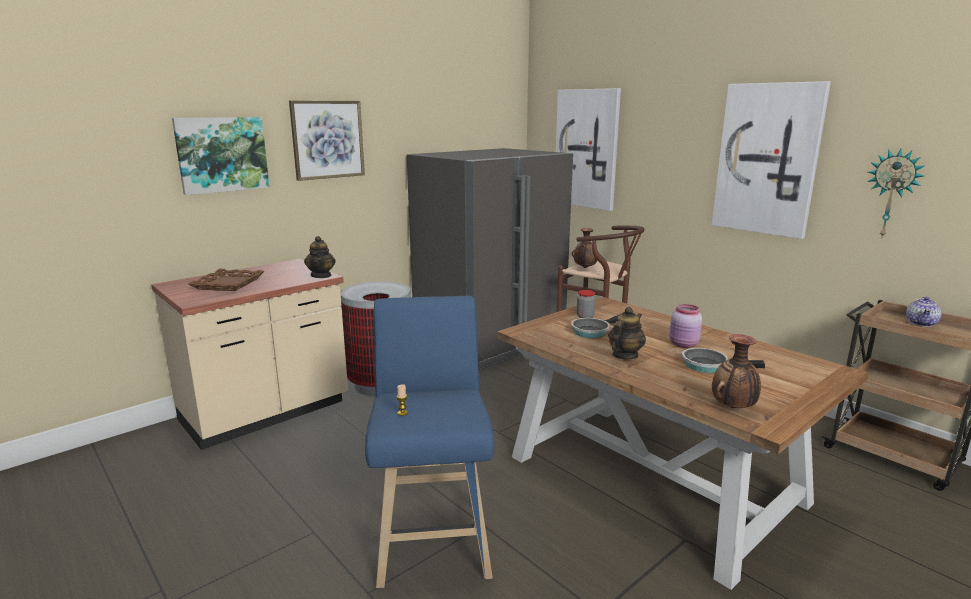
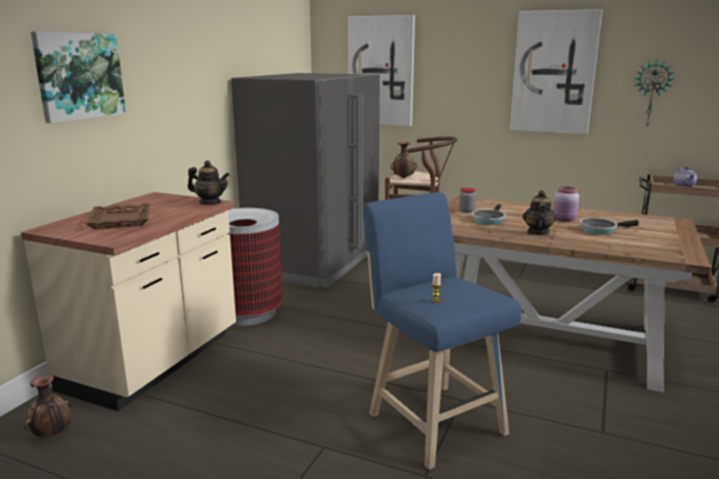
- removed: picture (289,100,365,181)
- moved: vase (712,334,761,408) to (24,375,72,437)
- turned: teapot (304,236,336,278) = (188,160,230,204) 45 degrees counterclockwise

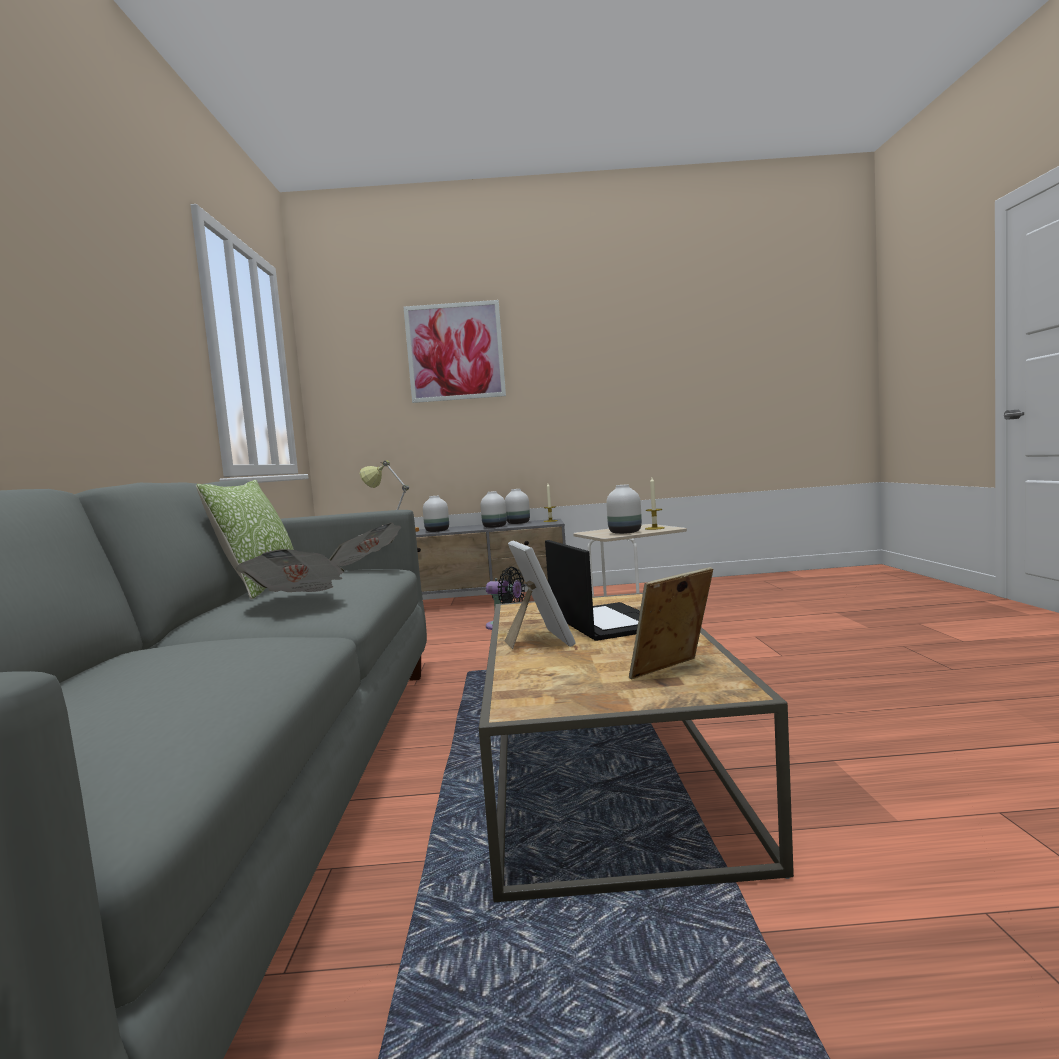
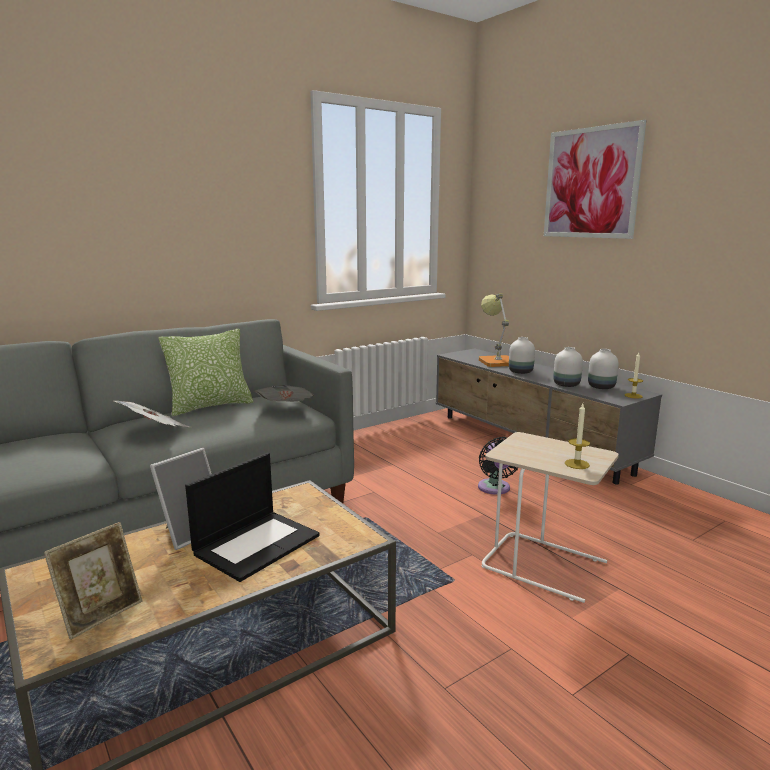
- removed: white vase (606,484,642,534)
- turned: picture frame (629,567,713,680) = (44,522,143,640) 105 degrees clockwise

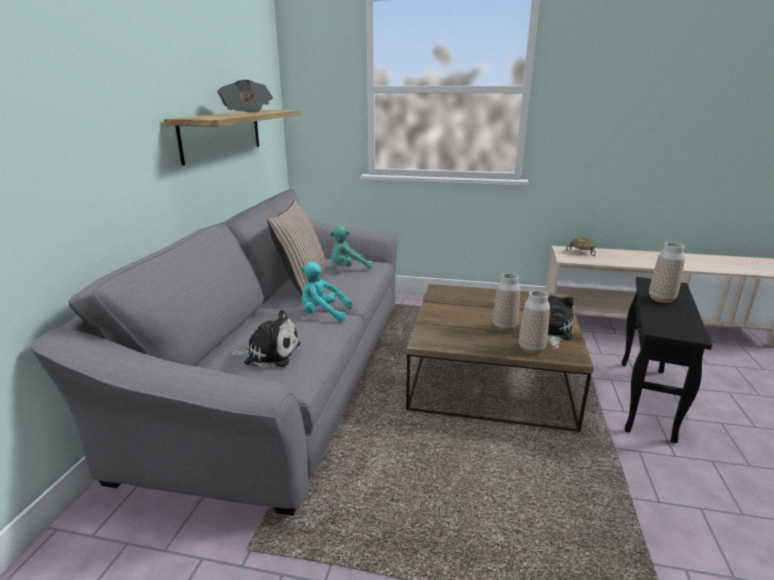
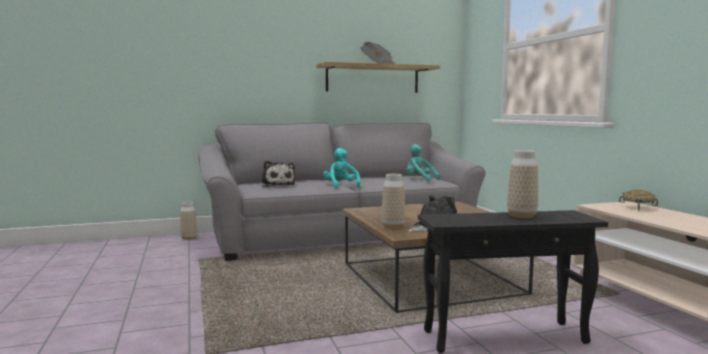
- removed: pillow (267,199,327,296)
- moved: vase (493,273,520,332) to (180,202,197,240)

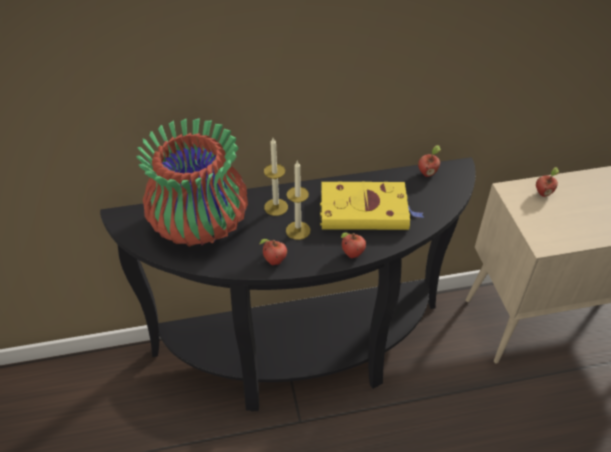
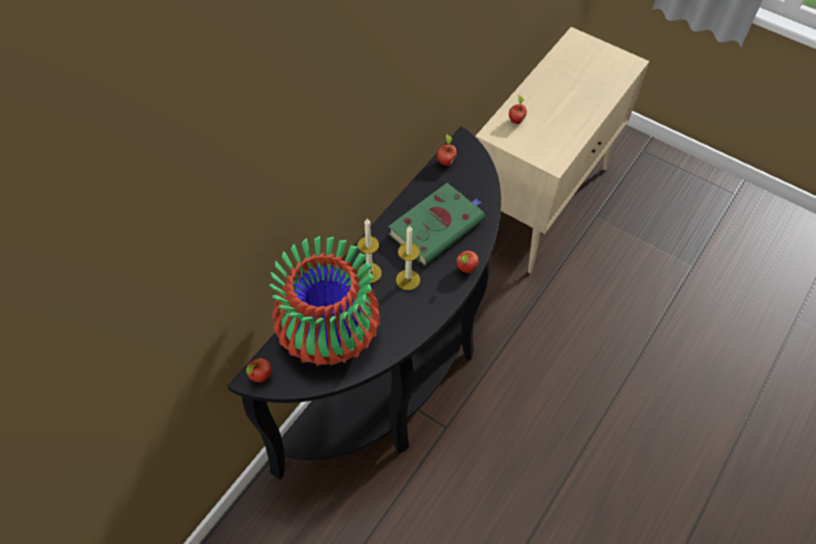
- moved: apple (260,239,287,265) to (246,358,272,382)
- recoloured: yellow book (320,182,424,230) to green book (388,183,485,266)

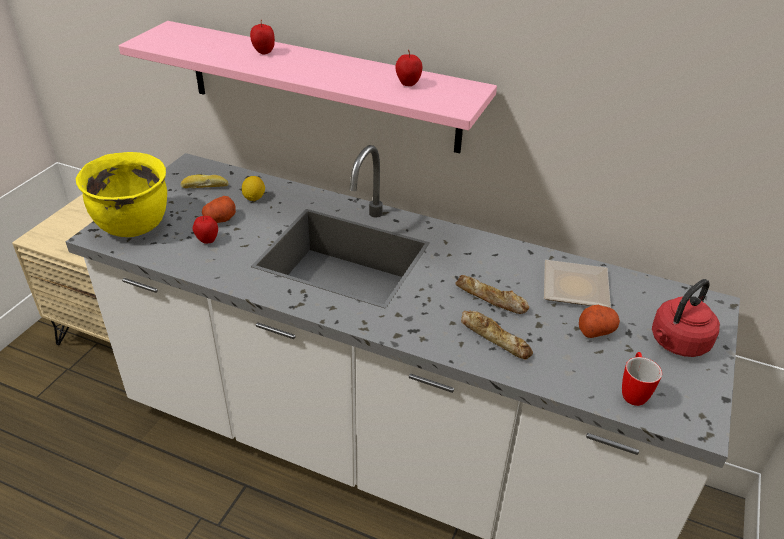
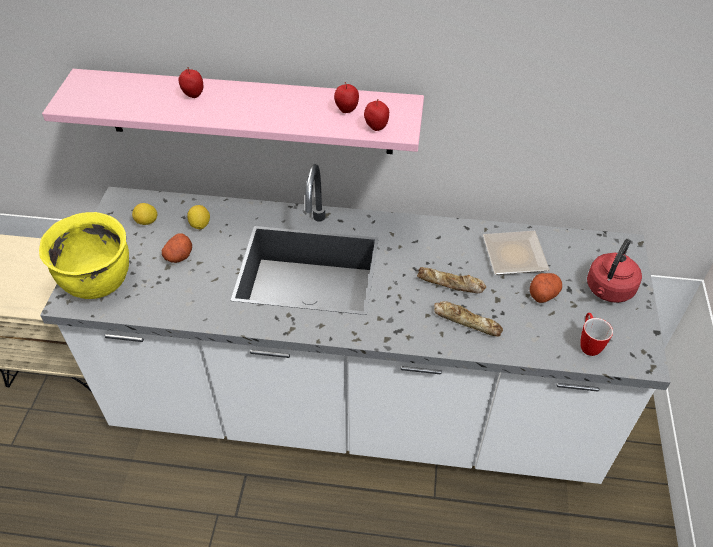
- moved: apple (193,214,218,244) to (364,99,389,131)
- replaced: bread (180,174,229,188) to lemon (132,203,158,225)

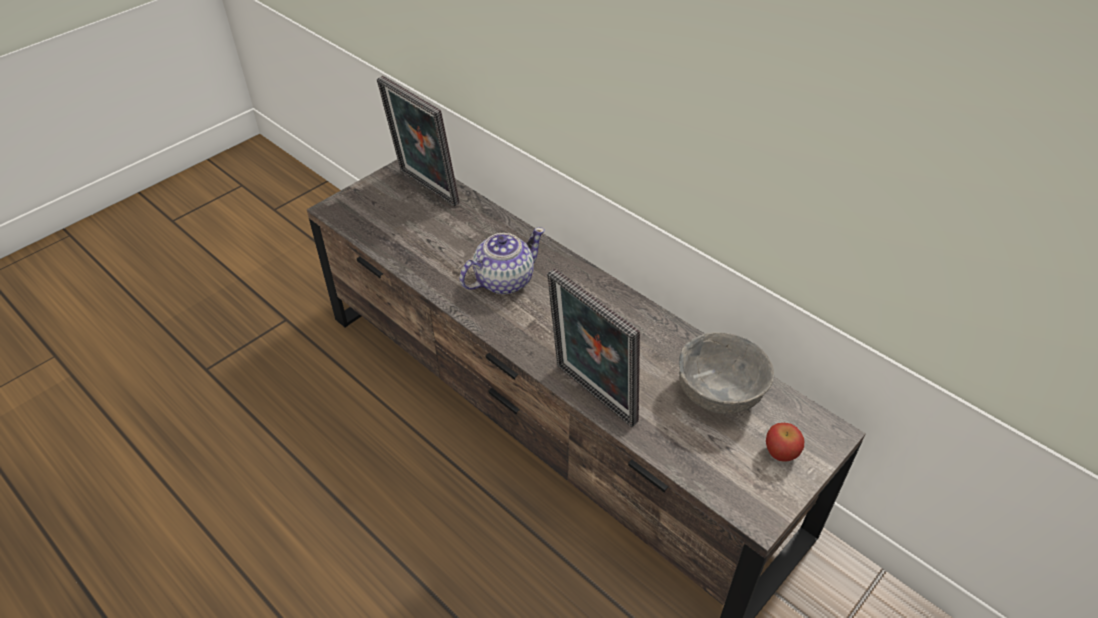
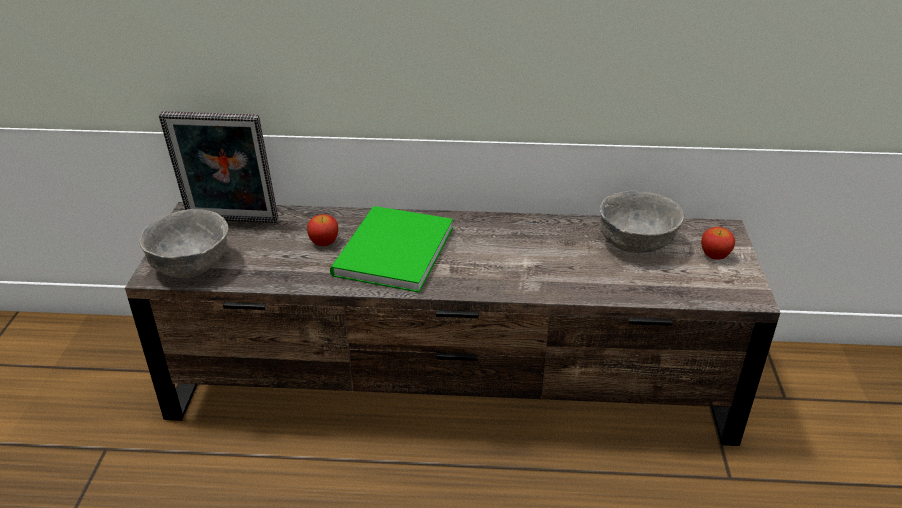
- removed: picture frame (547,268,640,427)
- added: grey bowl (139,209,229,278)
- added: apple (307,214,338,246)
- replaced: teapot (460,227,545,294) to green book (330,206,453,293)

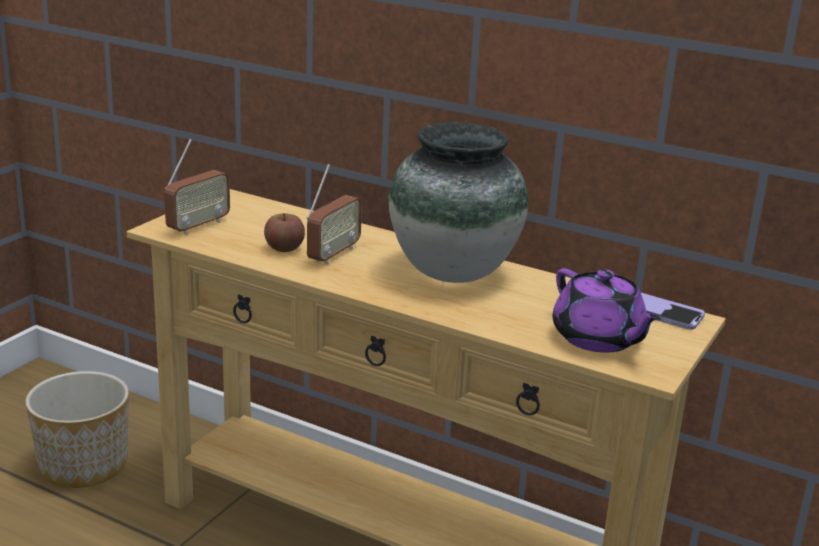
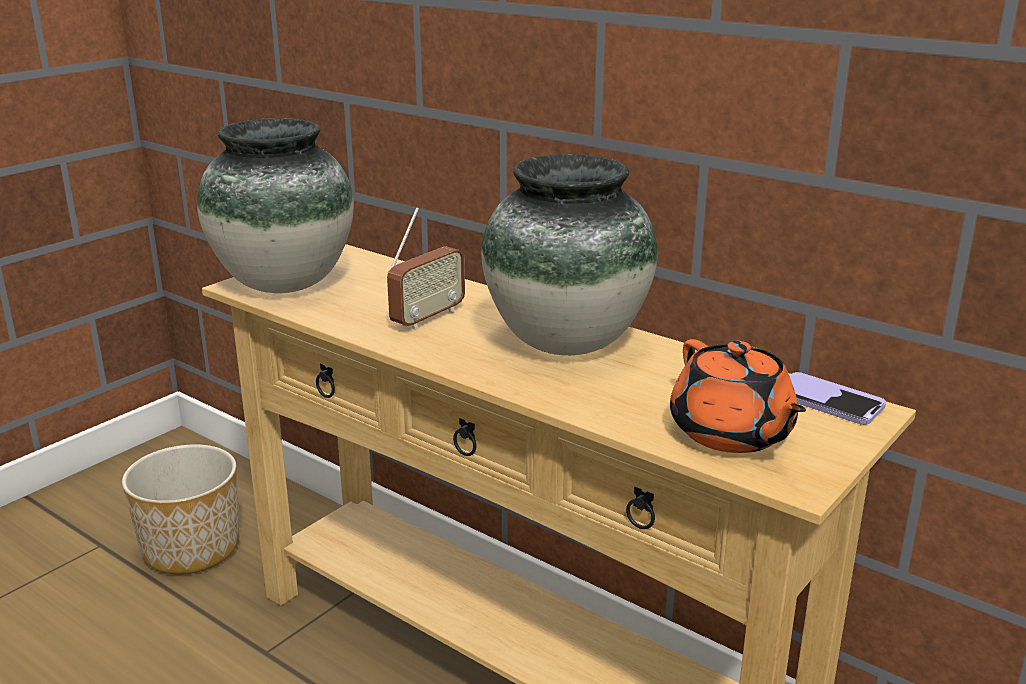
- removed: apple (264,213,305,252)
- replaced: radio (164,139,230,235) to vase (197,118,354,293)
- recoloured: purple teapot (552,268,661,353) to orange teapot (670,339,806,453)

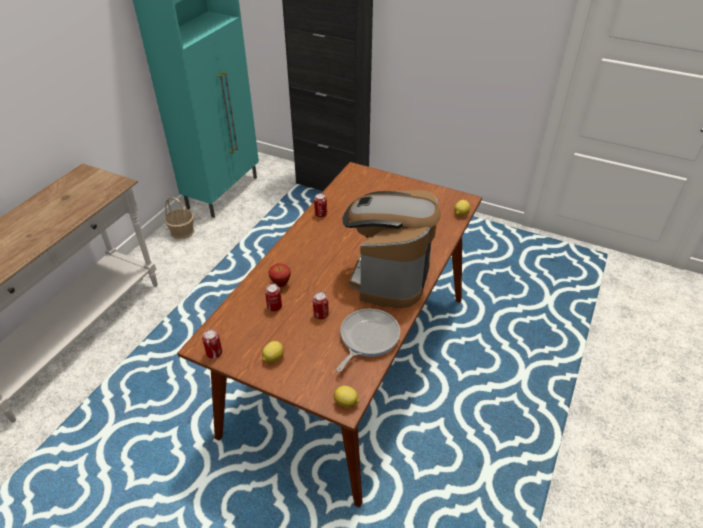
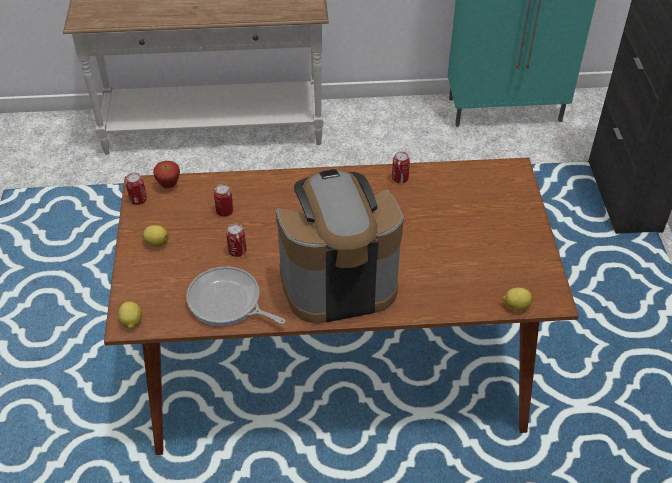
- removed: basket (164,197,194,239)
- moved: apple (269,263,291,287) to (153,161,180,188)
- turned: frying pan (337,309,400,372) = (187,266,286,326) 150 degrees counterclockwise

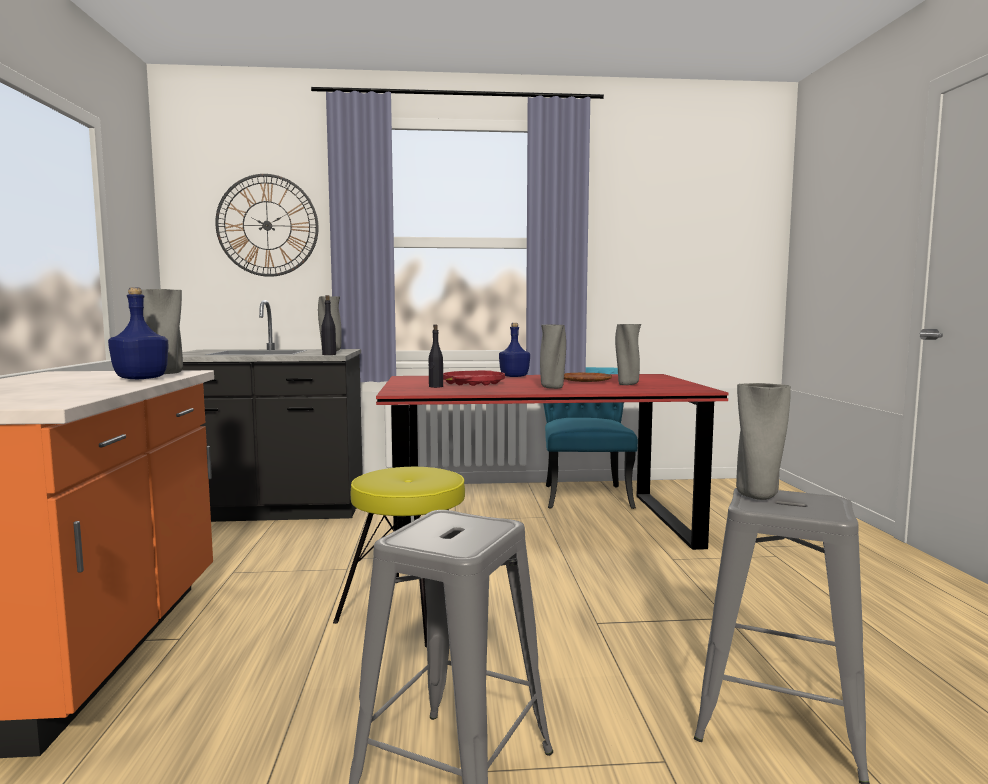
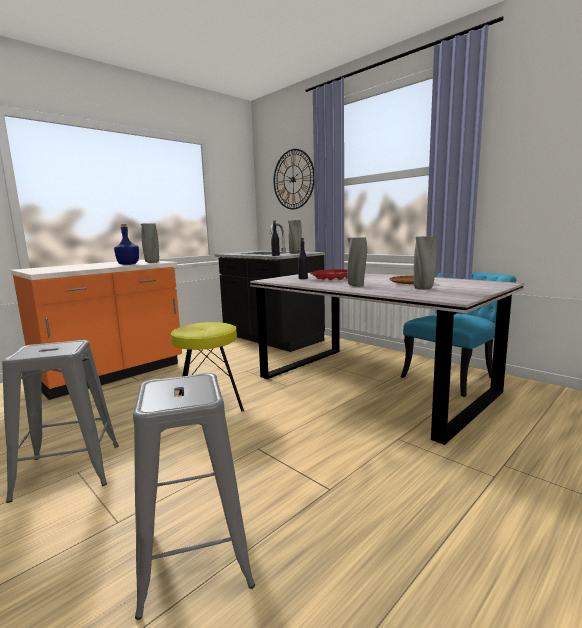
- removed: blue bottle (499,323,530,377)
- removed: grey vase (736,383,791,500)
- recoloured: red dining table (376,374,729,550) to grey dining table (250,272,525,445)

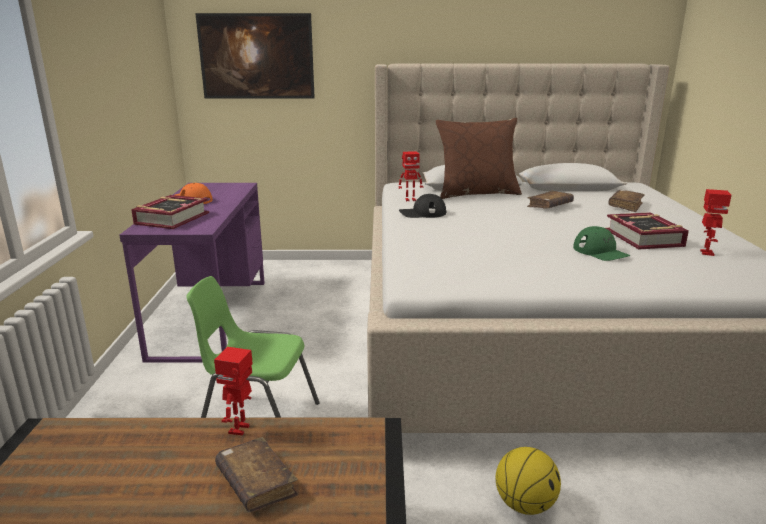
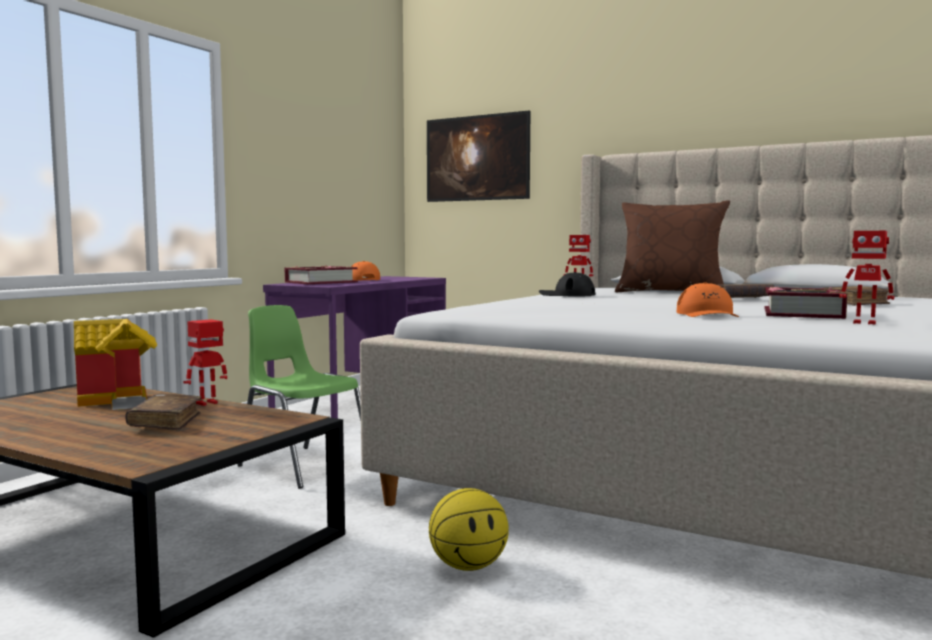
- added: toy house (74,319,157,410)
- recoloured: green cap (573,226,631,261) to orange cap (677,282,739,317)
- turned: toy robot (700,189,732,256) = (839,231,894,325) 75 degrees clockwise

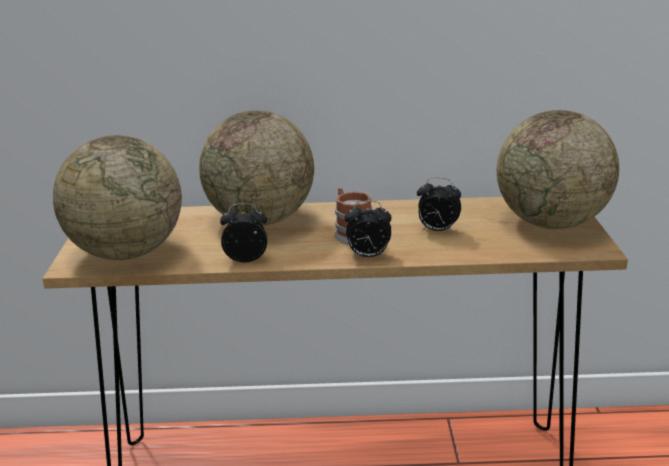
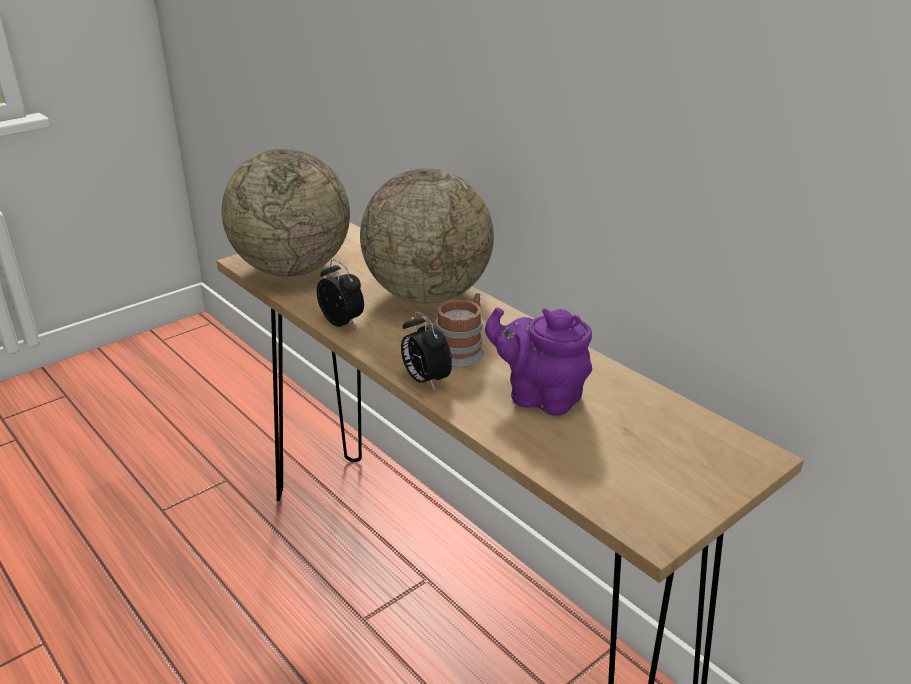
- removed: globe (497,110,619,229)
- replaced: alarm clock (417,177,461,233) to purple teapot (485,307,592,416)

